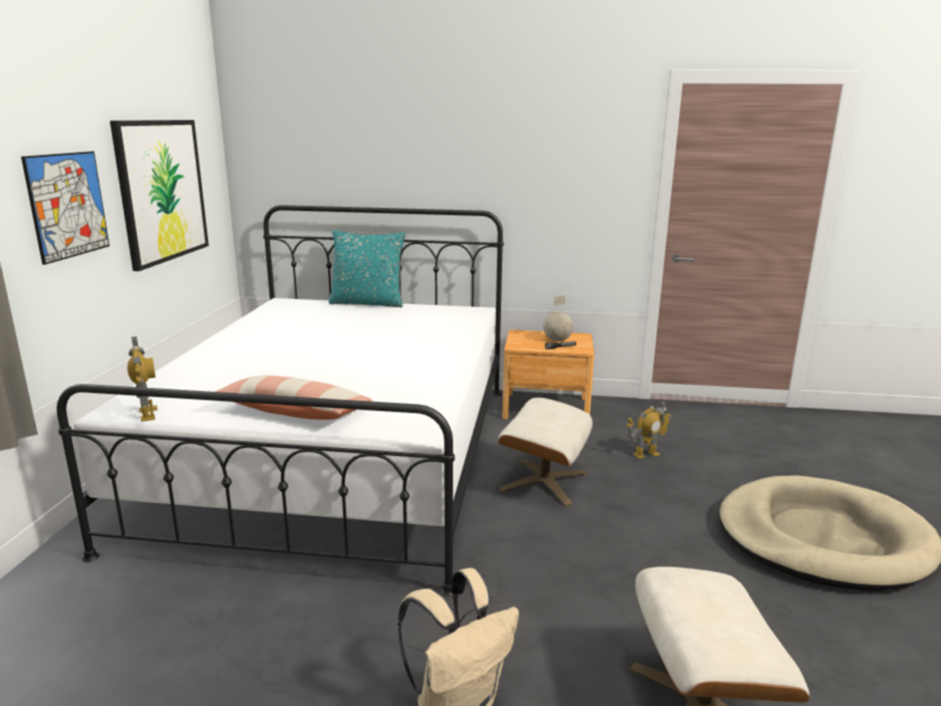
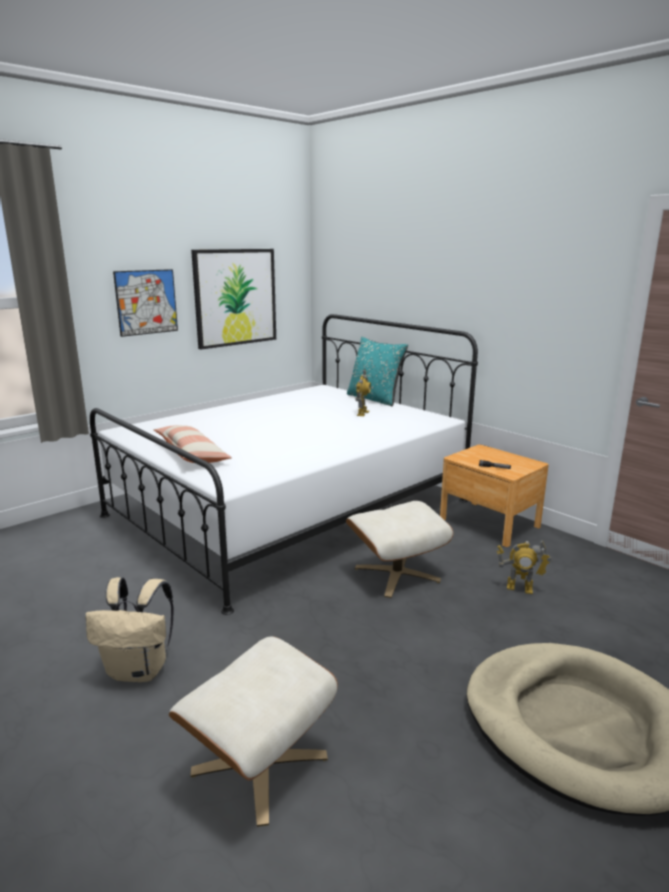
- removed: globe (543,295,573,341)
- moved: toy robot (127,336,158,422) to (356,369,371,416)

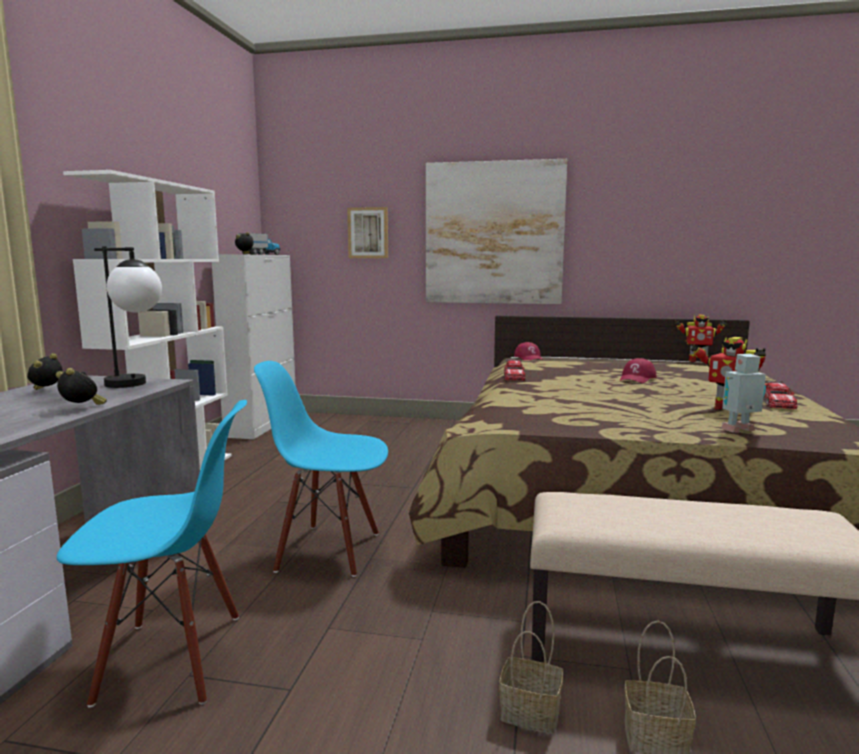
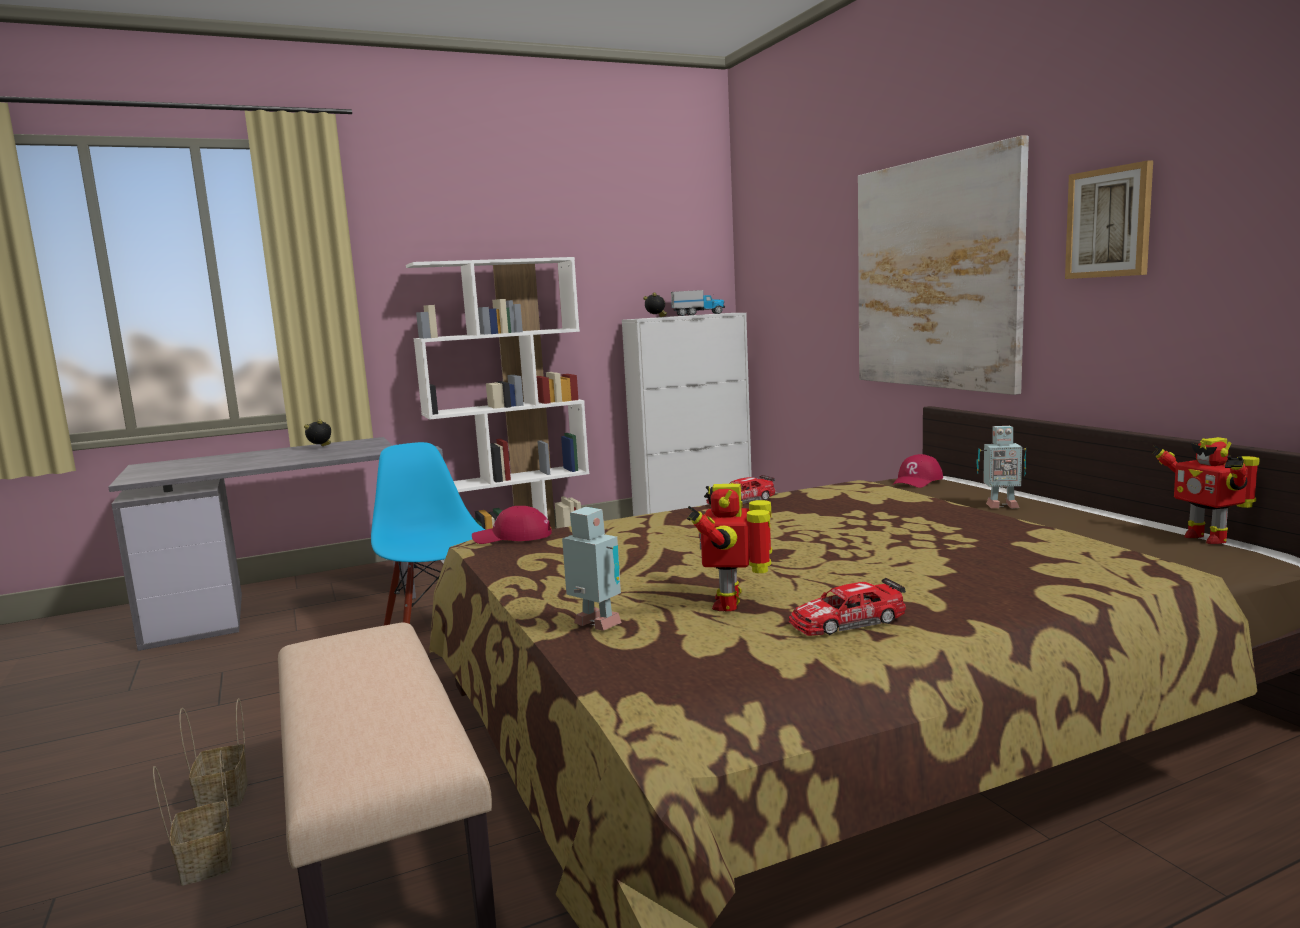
- removed: alarm clock (56,368,107,405)
- removed: blue chair (57,400,247,708)
- removed: table lamp (94,246,162,388)
- added: toy robot (976,426,1026,509)
- moved: picture (347,207,388,258) to (1065,161,1153,279)
- moved: red cap (620,358,657,383) to (472,506,552,544)

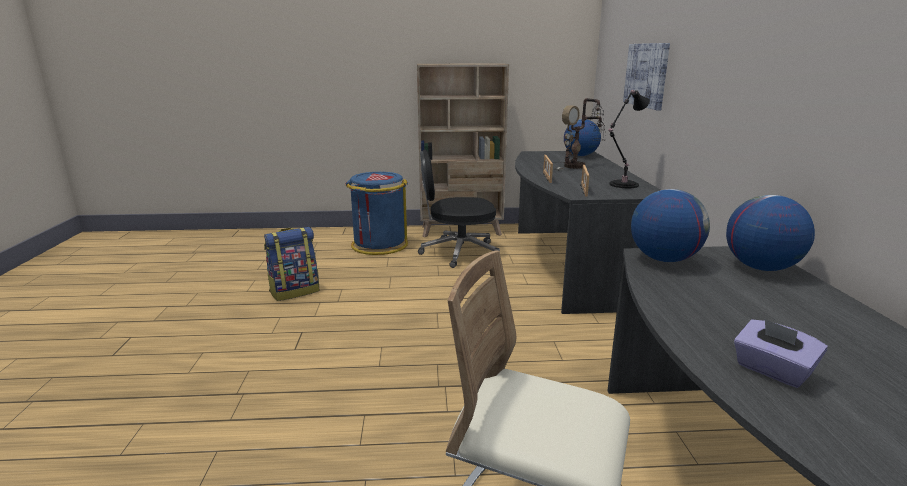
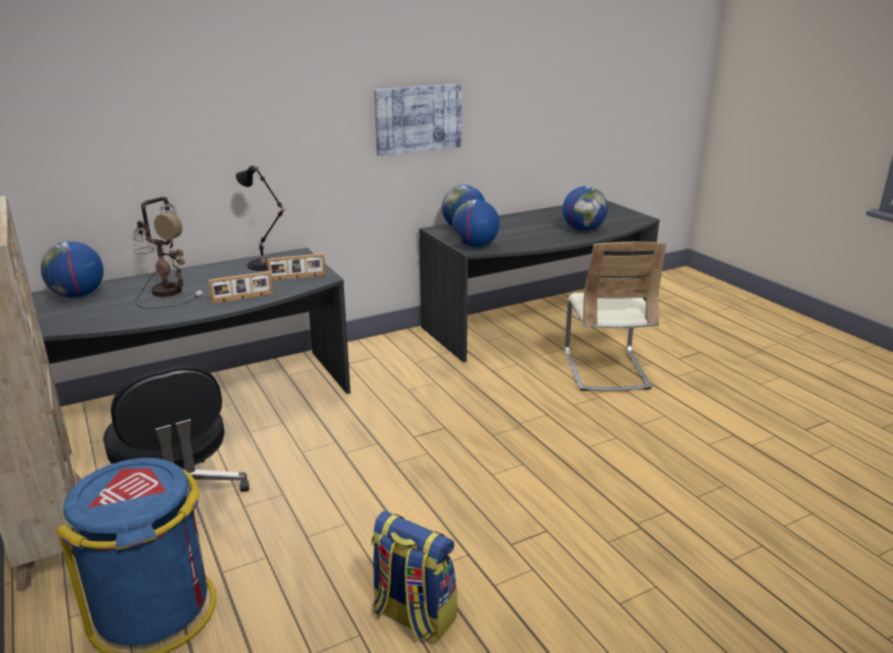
- moved: picture (623,43,670,111) to (374,84,462,156)
- replaced: purple tissue box (734,319,828,388) to globe (562,186,608,231)

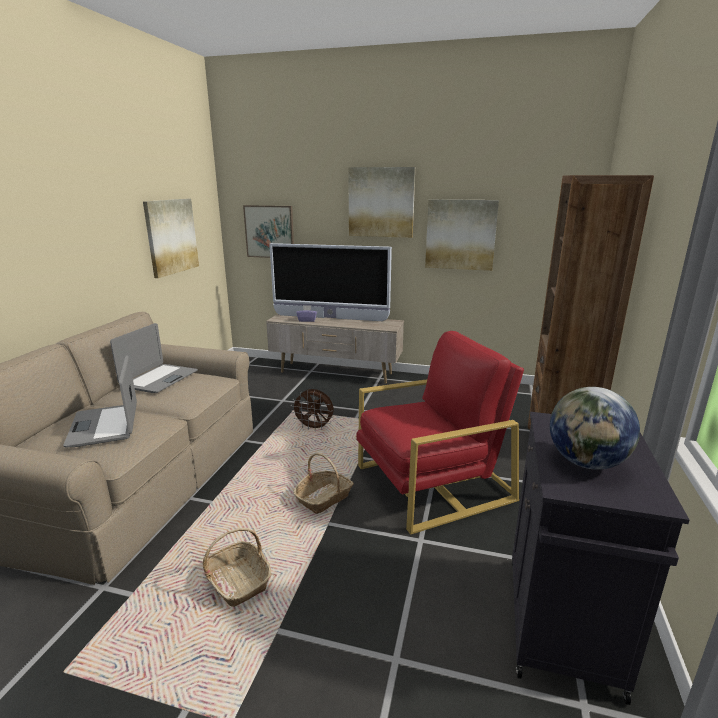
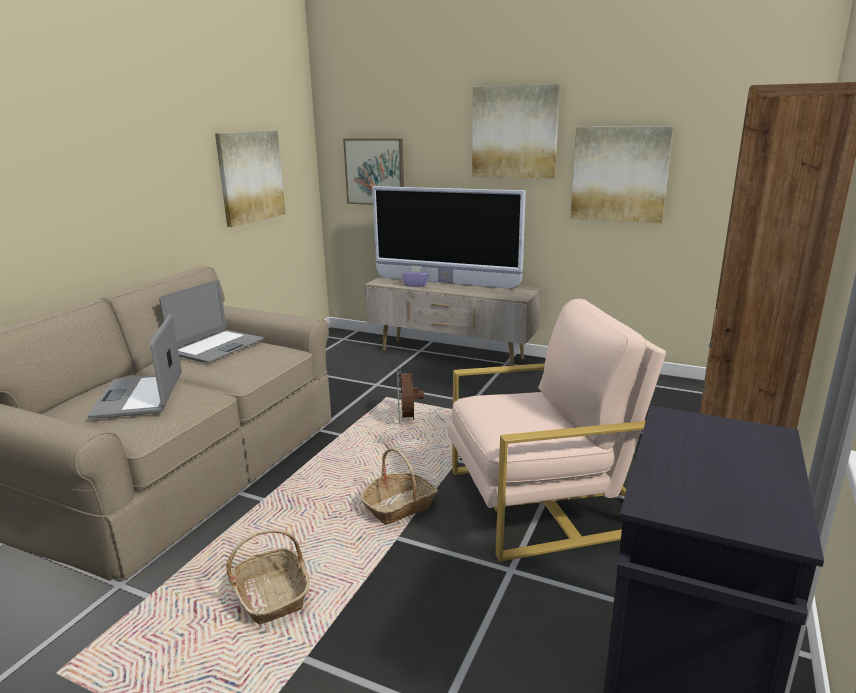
- removed: globe (550,387,640,470)
- recoloured: red armchair (356,331,524,535) to beige armchair (448,299,666,562)
- turned: brown fan (291,389,333,430) = (397,367,424,424) 60 degrees clockwise

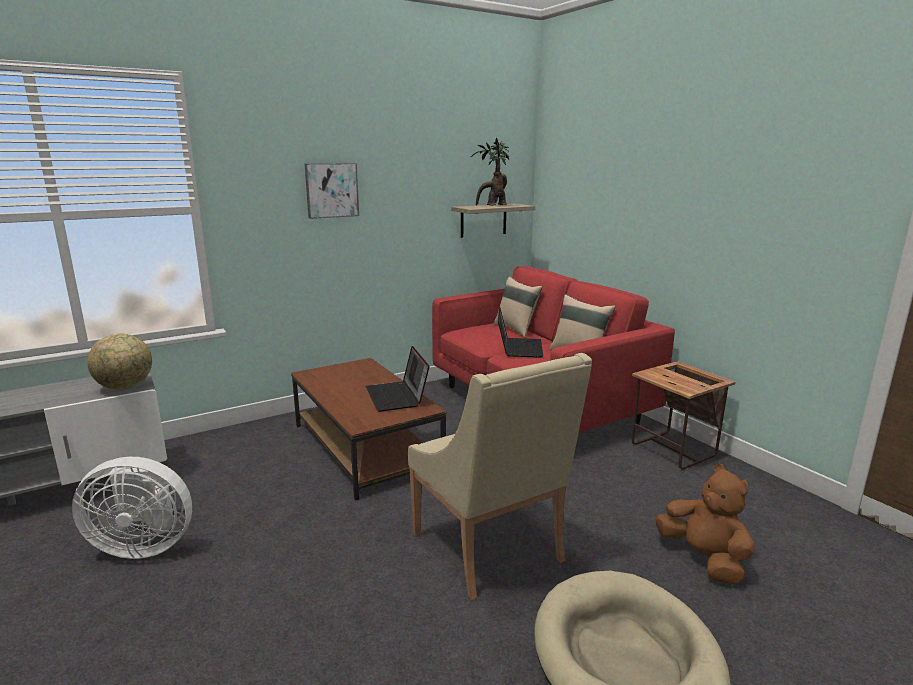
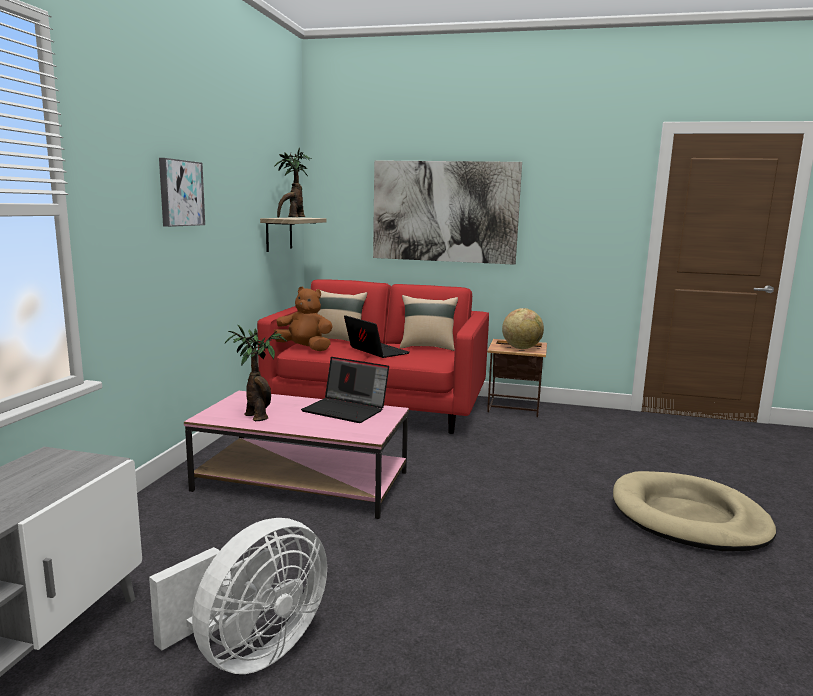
- removed: beige armchair (408,353,592,600)
- added: potted plant (225,325,287,421)
- added: picture (373,160,522,265)
- moved: globe (87,333,152,390) to (502,308,544,349)
- moved: brown plush toy (655,464,754,584) to (274,286,333,351)
- recoloured: brown coffee table (291,358,447,501) to pink coffee table (184,391,409,519)

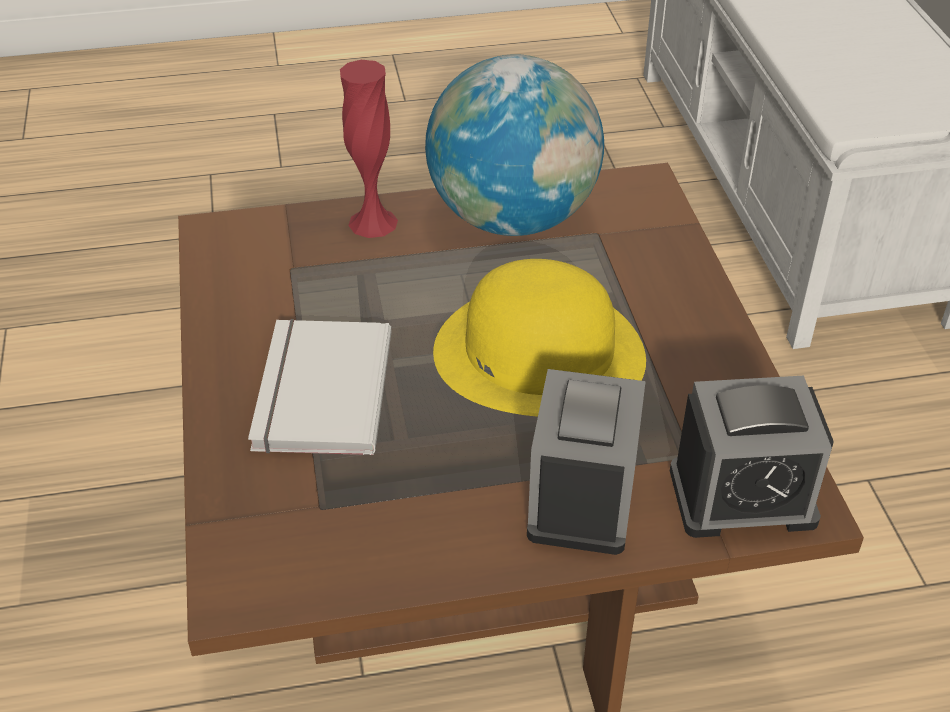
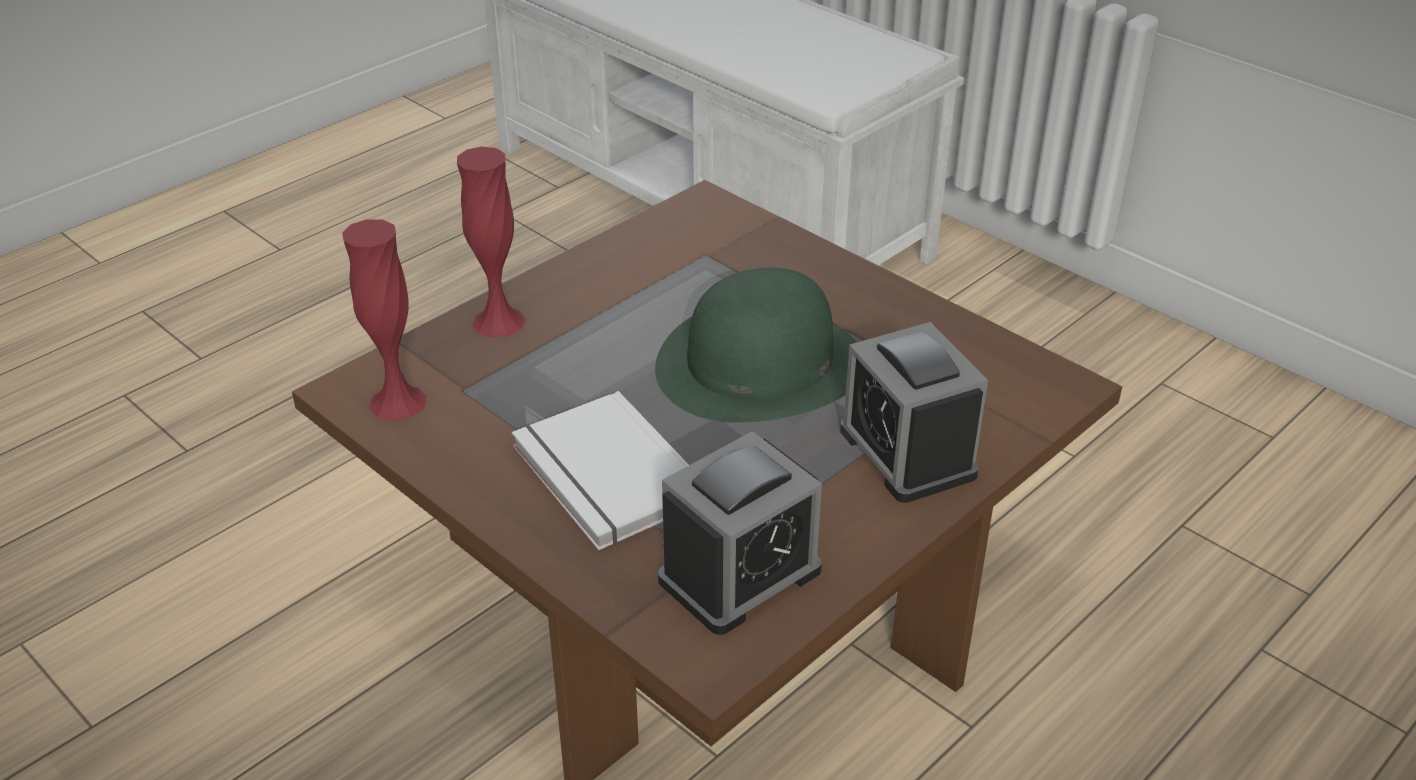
- removed: globe (425,54,604,236)
- added: red vase (342,219,427,421)
- moved: alarm clock (670,376,834,538) to (658,431,822,635)
- recoloured: yellow hat (433,259,646,417) to green hat (655,268,857,422)

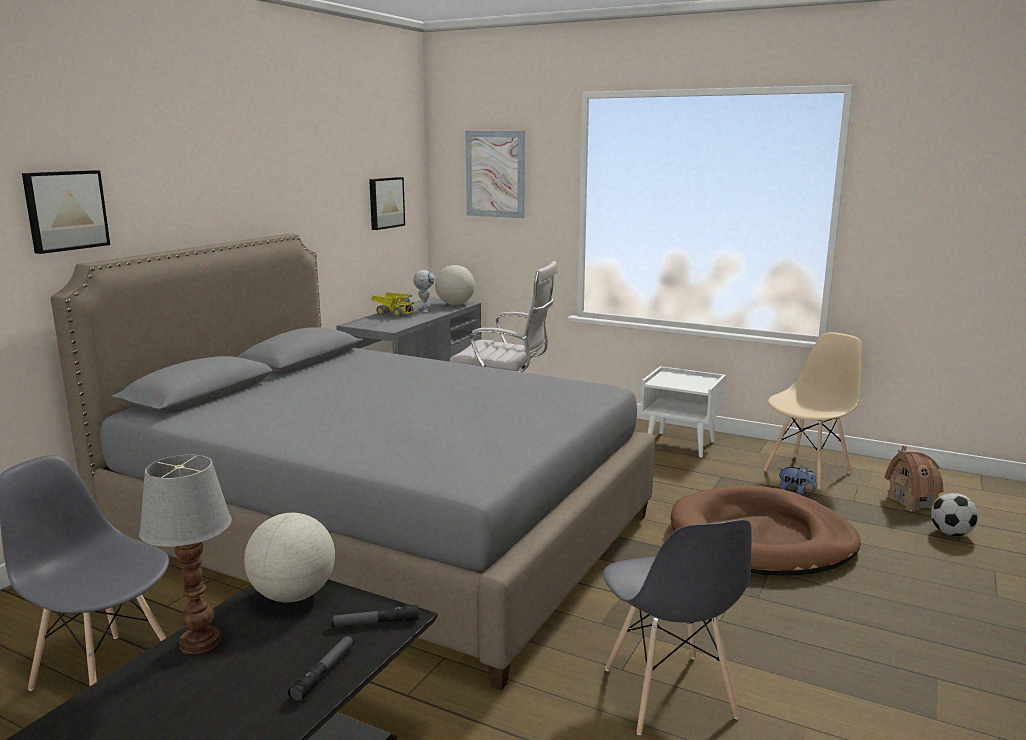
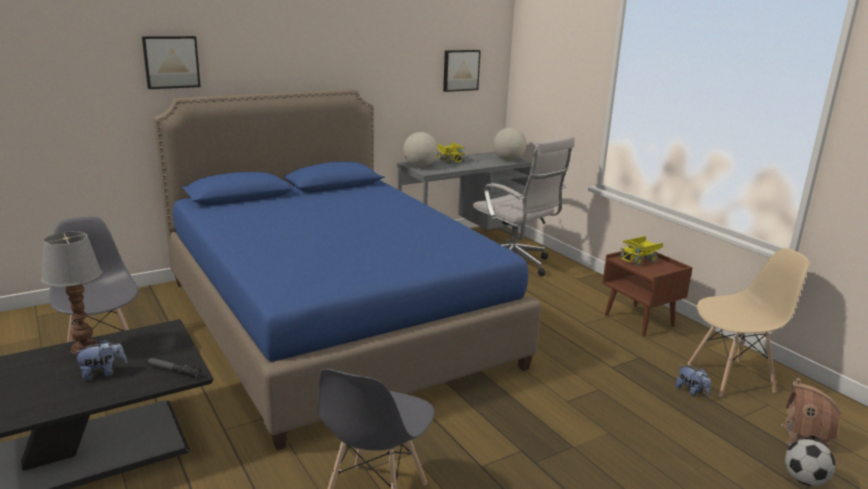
- removed: flashlight (288,635,354,702)
- removed: toy robot (413,270,435,313)
- removed: picture (466,131,525,218)
- removed: brown dog bed (670,486,861,575)
- added: plush toy (74,339,127,380)
- added: toy truck (620,236,663,266)
- moved: globe (244,513,335,602) to (403,132,438,167)
- recoloured: grey bed (51,234,655,691) to blue bed (154,89,541,450)
- recoloured: white nightstand (641,366,726,458) to brown nightstand (602,251,693,337)

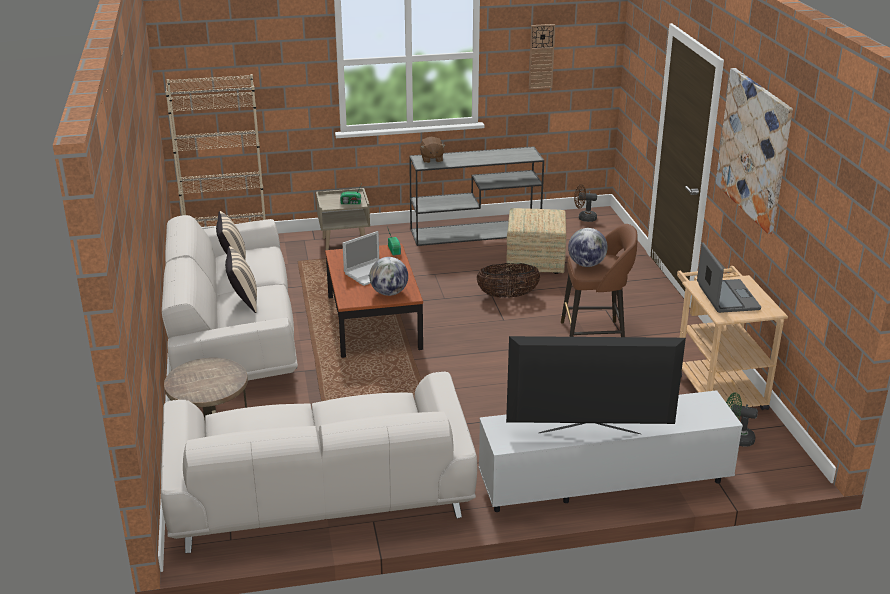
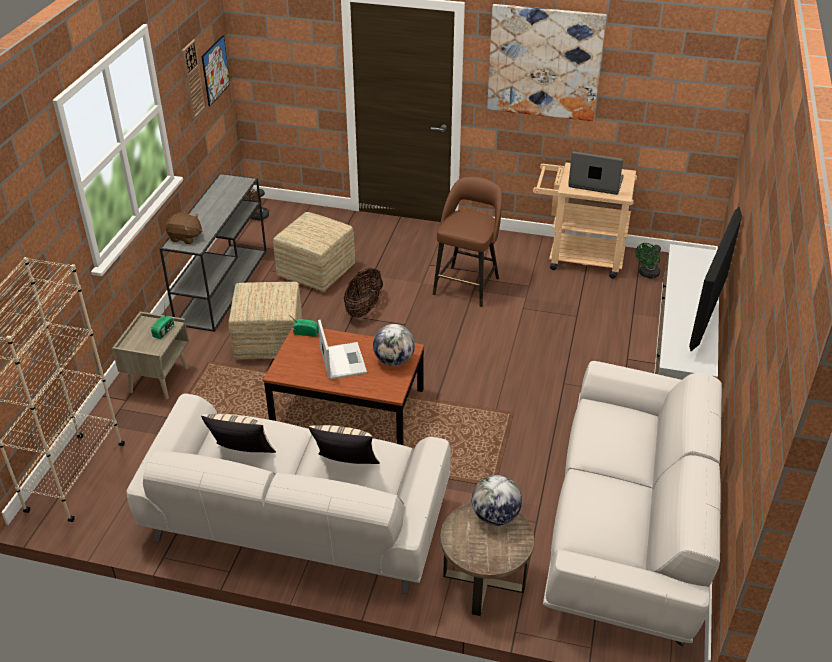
- added: picture (201,35,230,107)
- added: ottoman (229,282,302,360)
- moved: globe (568,228,608,267) to (472,475,522,526)

